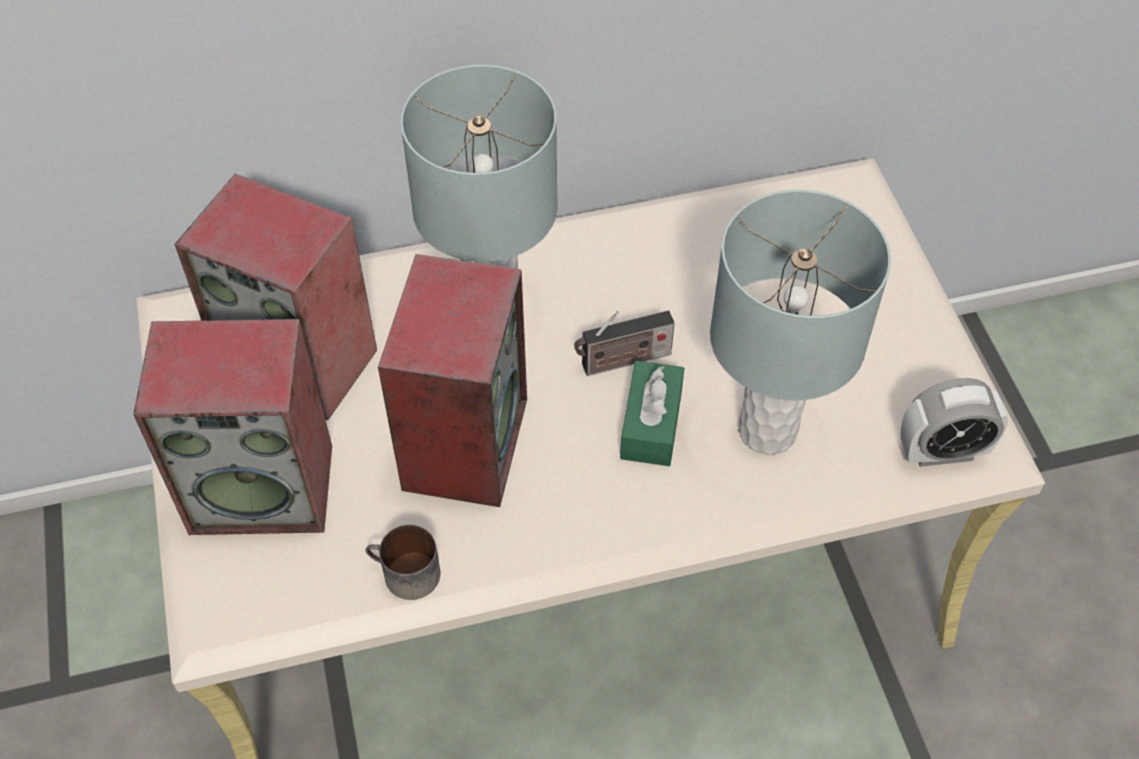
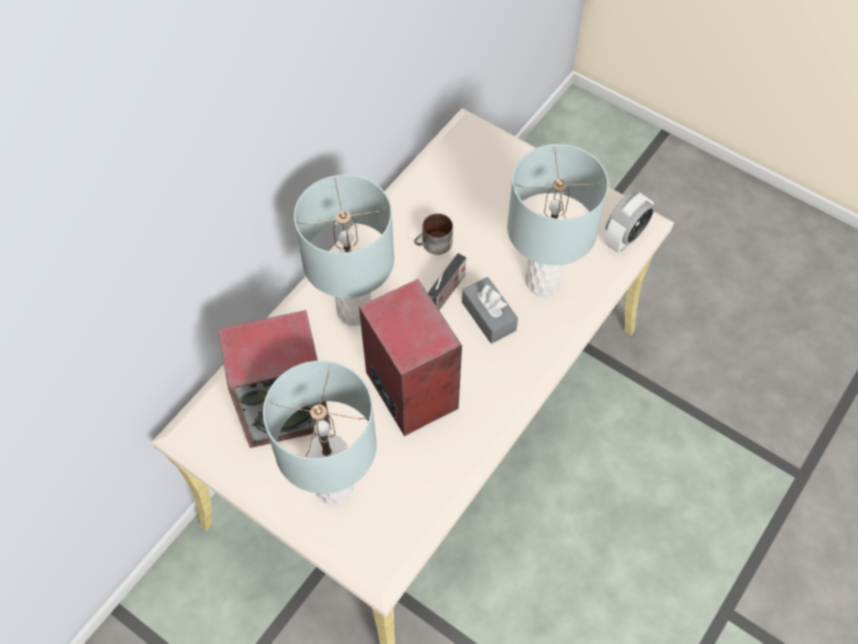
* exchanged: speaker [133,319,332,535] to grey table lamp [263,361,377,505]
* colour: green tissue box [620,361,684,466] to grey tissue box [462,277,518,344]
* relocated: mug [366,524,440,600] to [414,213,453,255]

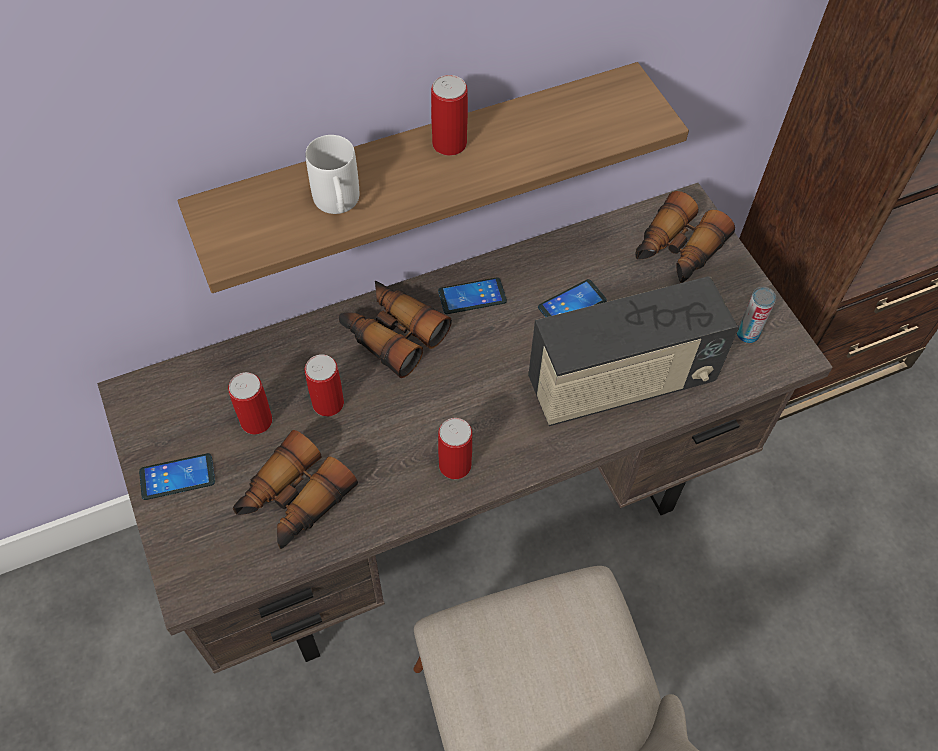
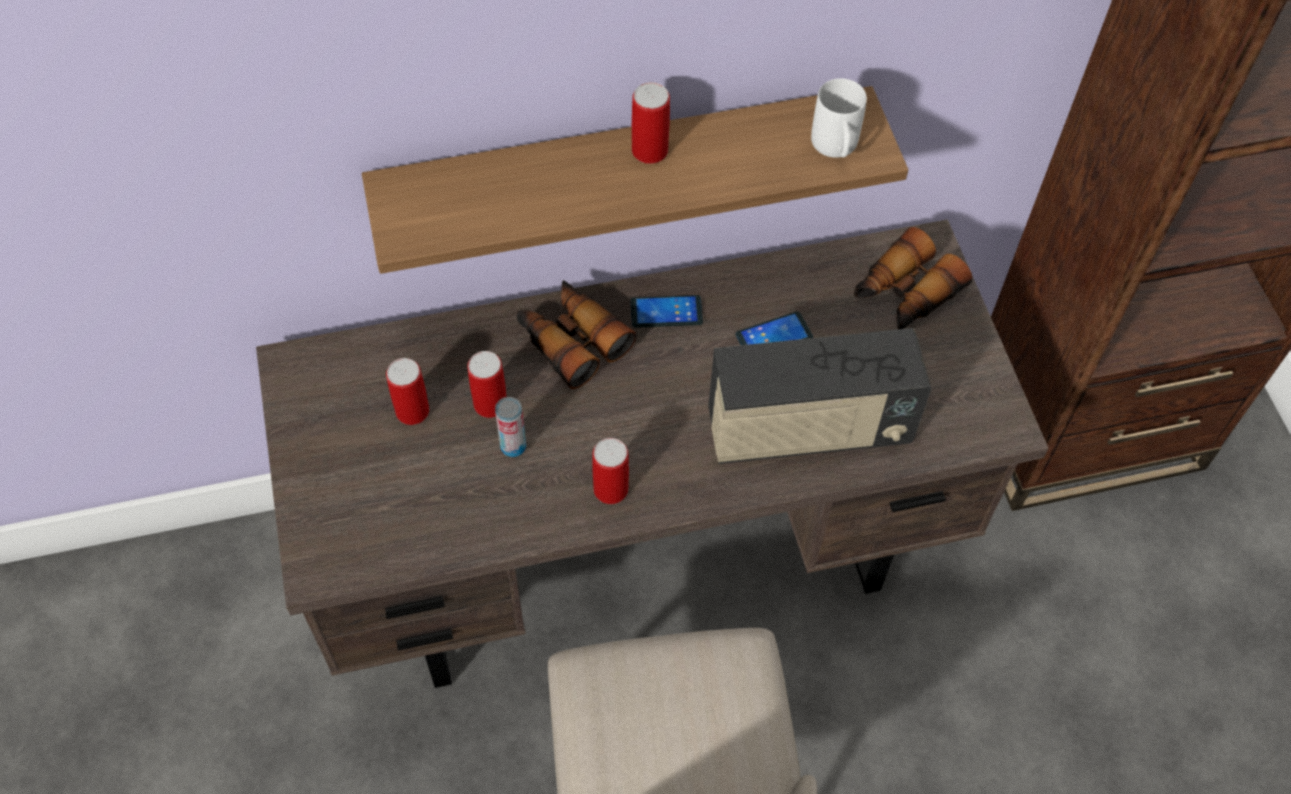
* relocated: white mug [306,135,360,214] to [811,78,867,158]
* relocated: can [737,287,776,343] to [495,397,526,457]
* missing: binoculars [233,430,358,549]
* missing: phone [139,453,215,500]

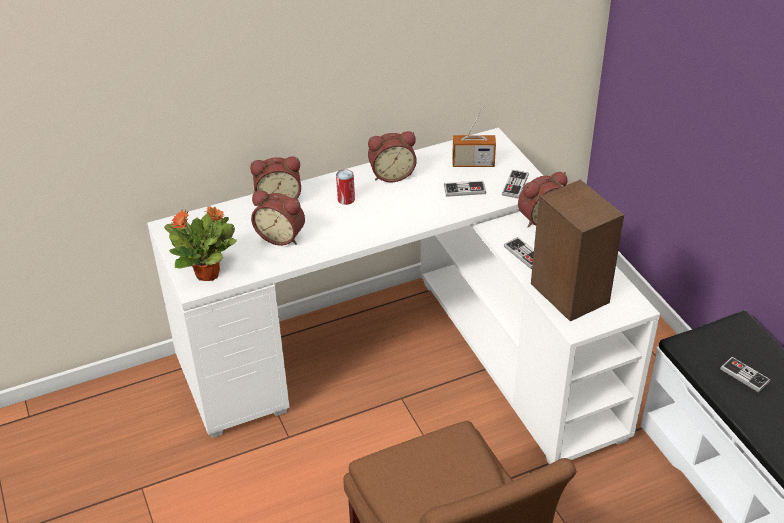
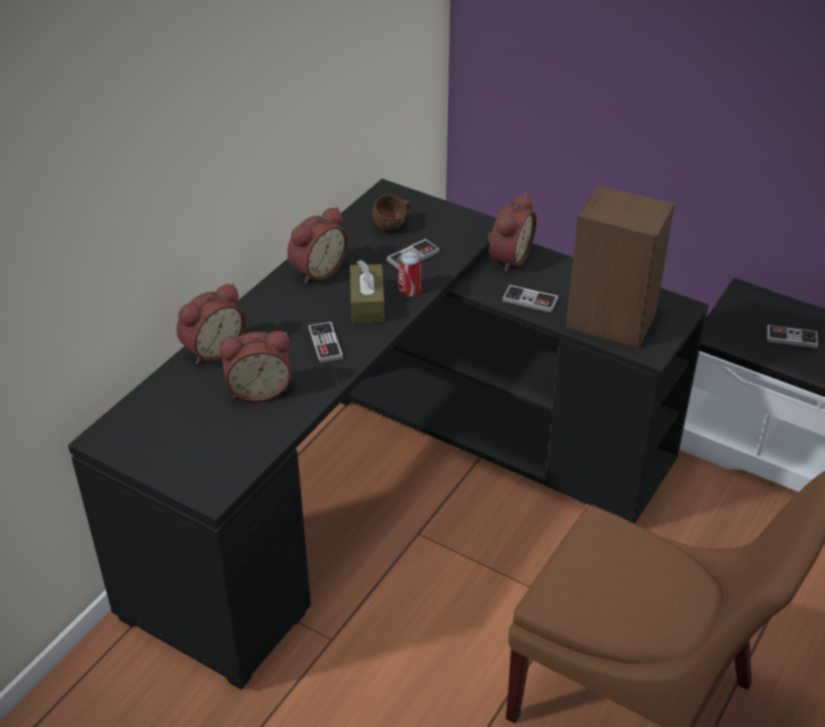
* exchanged: radio [452,107,496,167] to brown mug [372,195,410,231]
* colour: white desk [147,128,660,464] to black desk [68,179,709,689]
* relocated: can [336,169,355,205] to [398,251,421,297]
* relocated: game controller [502,170,529,199] to [308,322,343,363]
* missing: potted plant [164,206,237,281]
* appeared: brown tissue box [350,260,385,323]

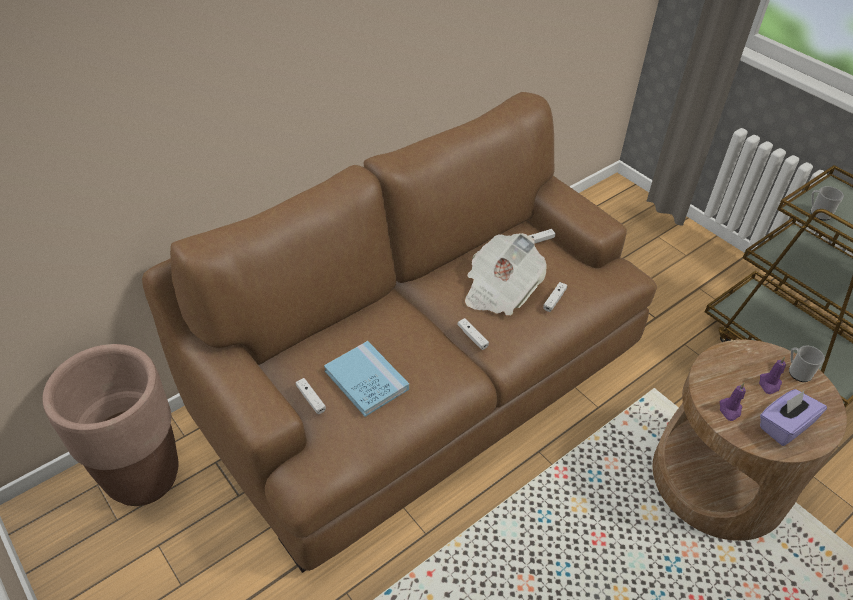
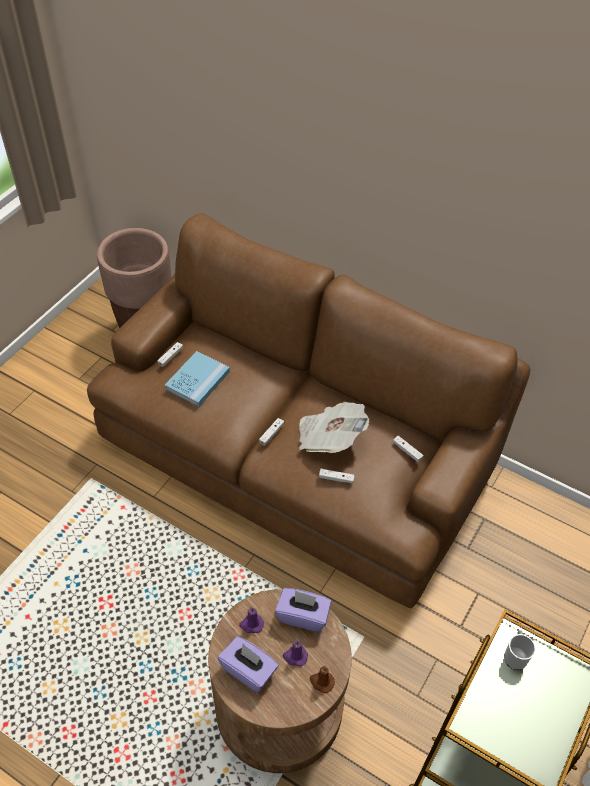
* exchanged: mug [789,346,825,382] to brown candle [310,666,335,693]
* appeared: purple tissue box [275,588,331,632]

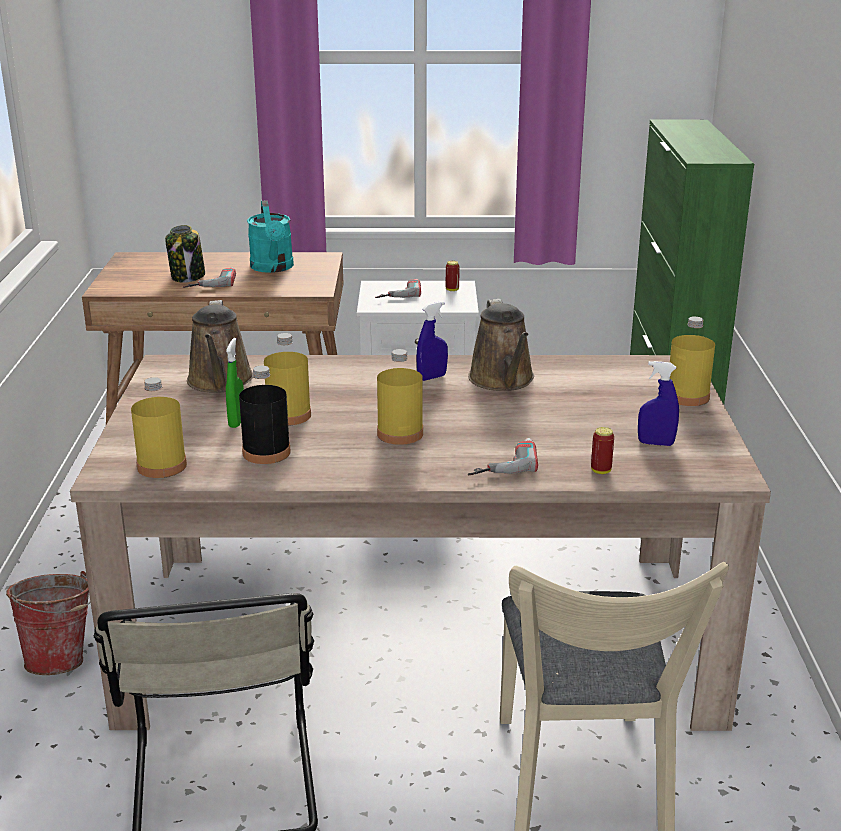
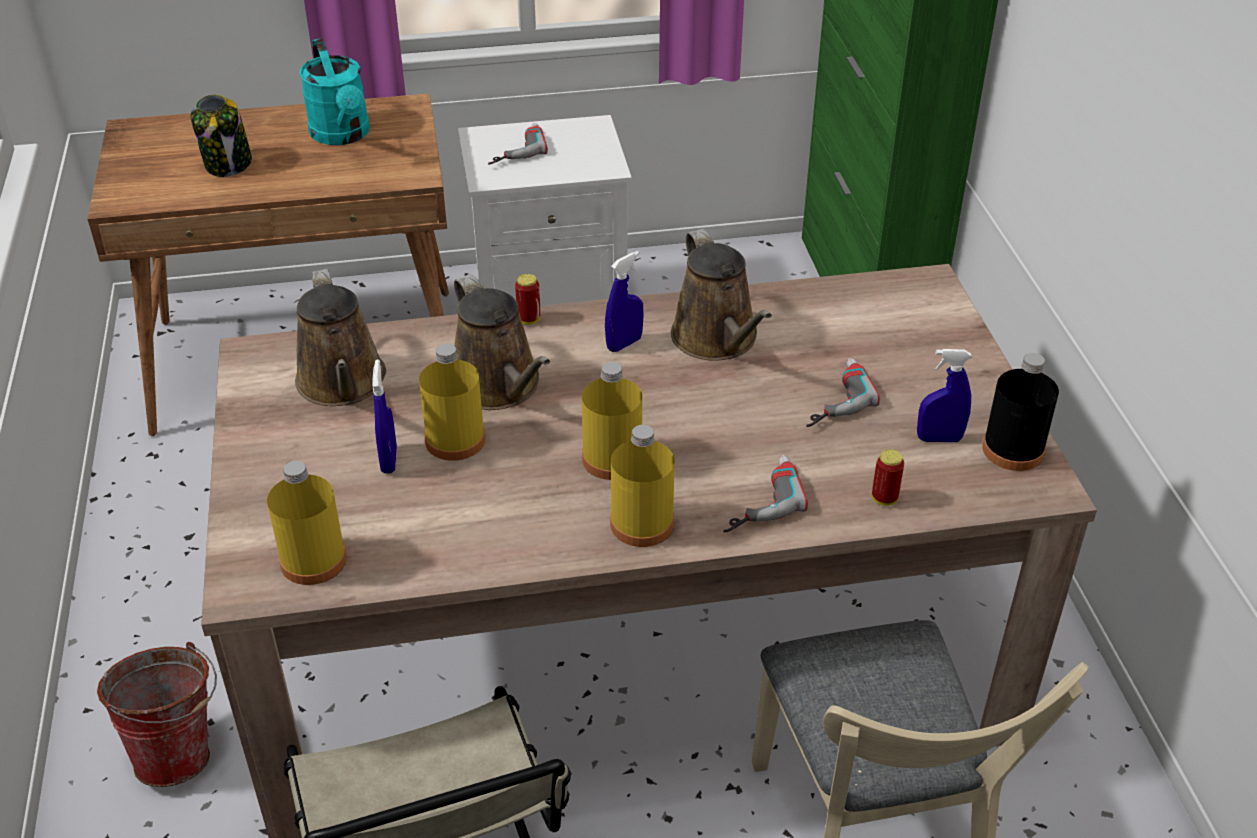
* relocated: can [446,261,460,291] to [515,274,541,325]
* relocated: power drill [183,267,236,288] to [806,358,880,427]
* relocated: yellow bottle [670,316,715,406] to [610,425,675,547]
* colour: green spray bottle [226,338,244,428] to blue spray bottle [372,360,397,474]
* relocated: black bottle [239,366,291,464] to [982,353,1059,471]
* appeared: brown watering can [454,274,550,410]

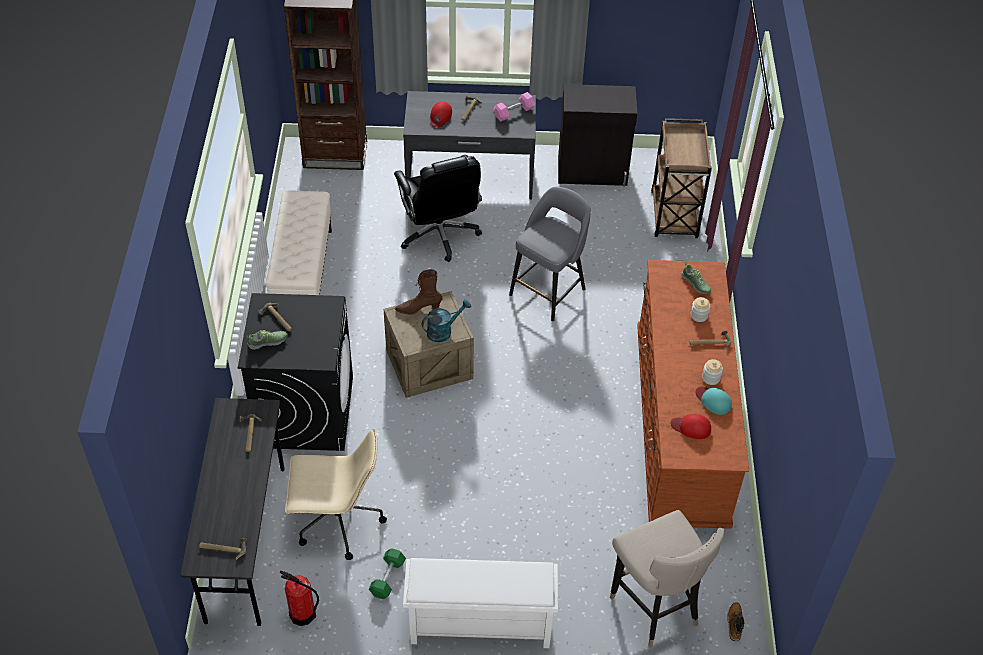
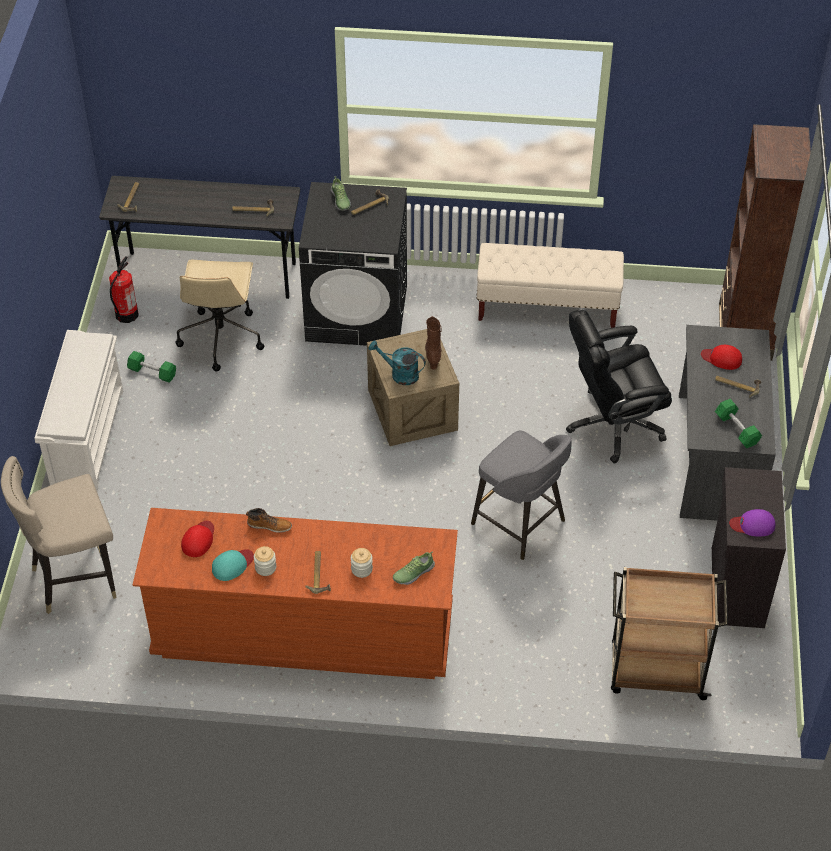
* colour: pink dumbbell [494,92,535,121] to green dumbbell [715,399,762,448]
* spun: turquoise watering can [422,299,471,342] = [369,340,426,385] 135 degrees clockwise
* relocated: boot [727,602,744,641] to [246,508,292,533]
* appeared: purple cap [729,509,775,536]

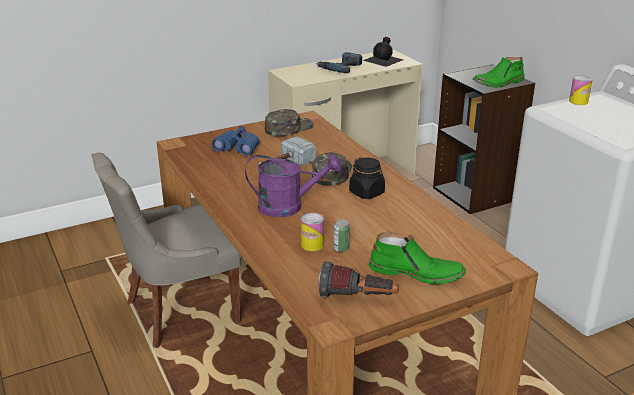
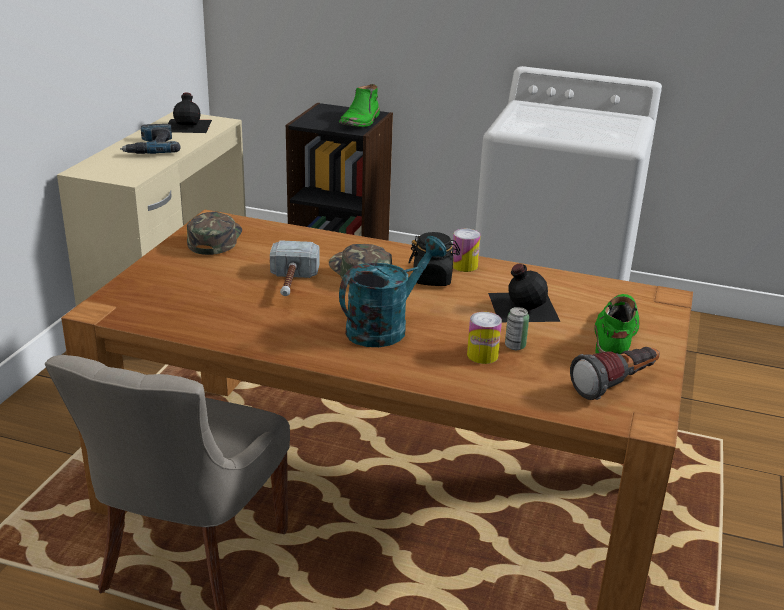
* relocated: can [569,75,593,105] to [453,229,480,272]
* missing: blue binoculars [211,126,260,156]
* colour: purple watering can [245,154,342,217] to turquoise watering can [339,236,447,347]
* spun: green boot [369,232,466,284] = [594,294,639,355] 45 degrees counterclockwise
* appeared: black bottle [488,264,560,322]

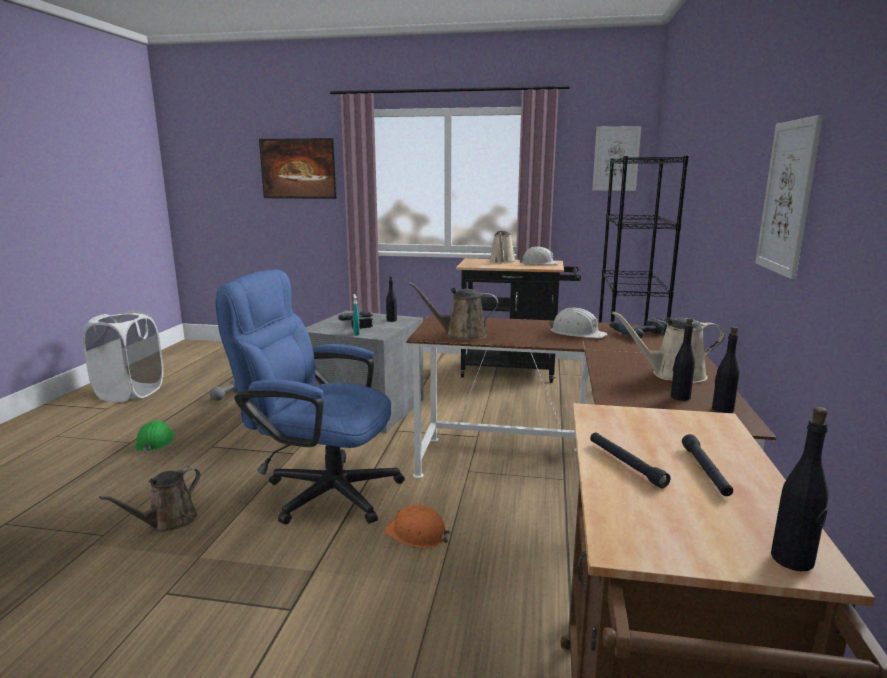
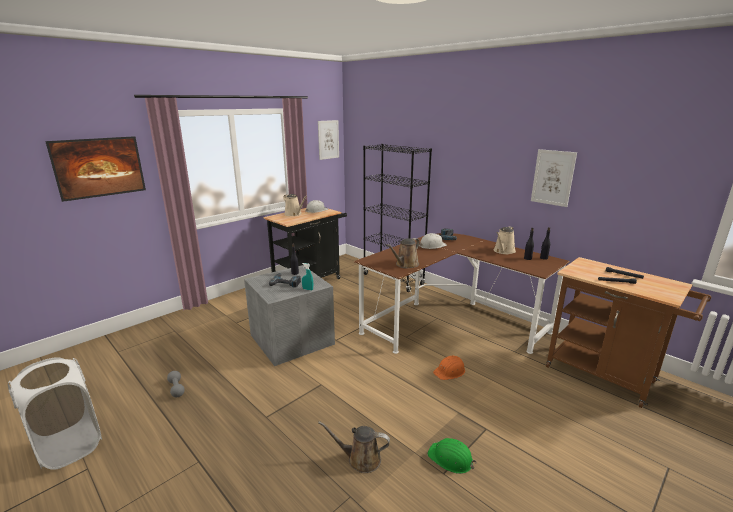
* missing: blue office chair [215,269,405,524]
* missing: black bottle [771,407,828,571]
* relocated: green hard hat [135,421,175,453] to [427,438,477,474]
* spun: brown watering can [99,467,200,532] = [318,421,390,473] 120 degrees clockwise

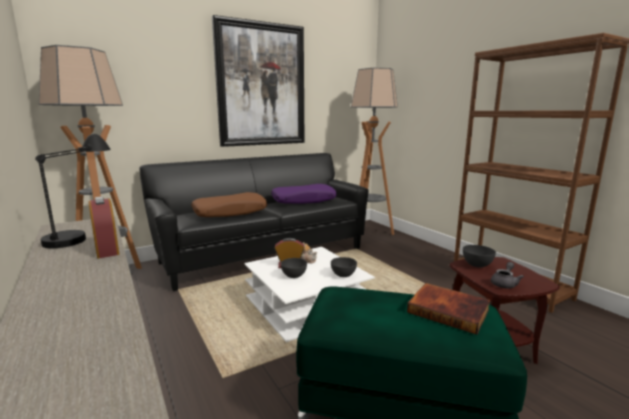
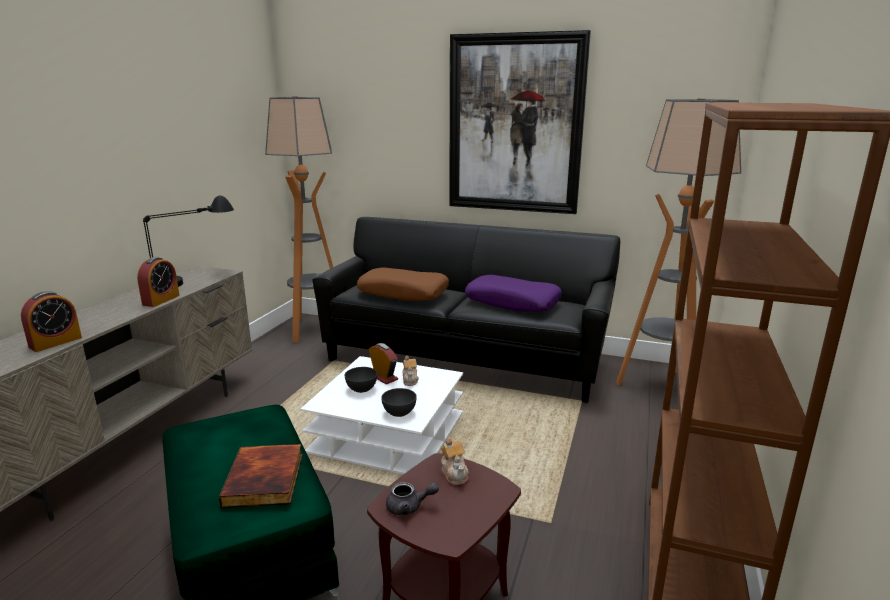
* exchanged: grey bowl [463,245,496,267] to teapot [441,438,469,485]
* appeared: alarm clock [21,291,82,352]

